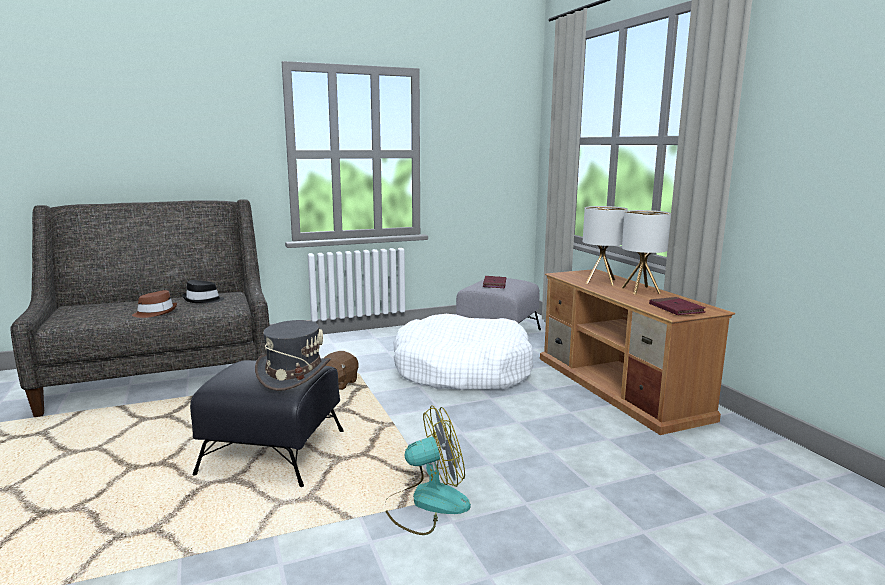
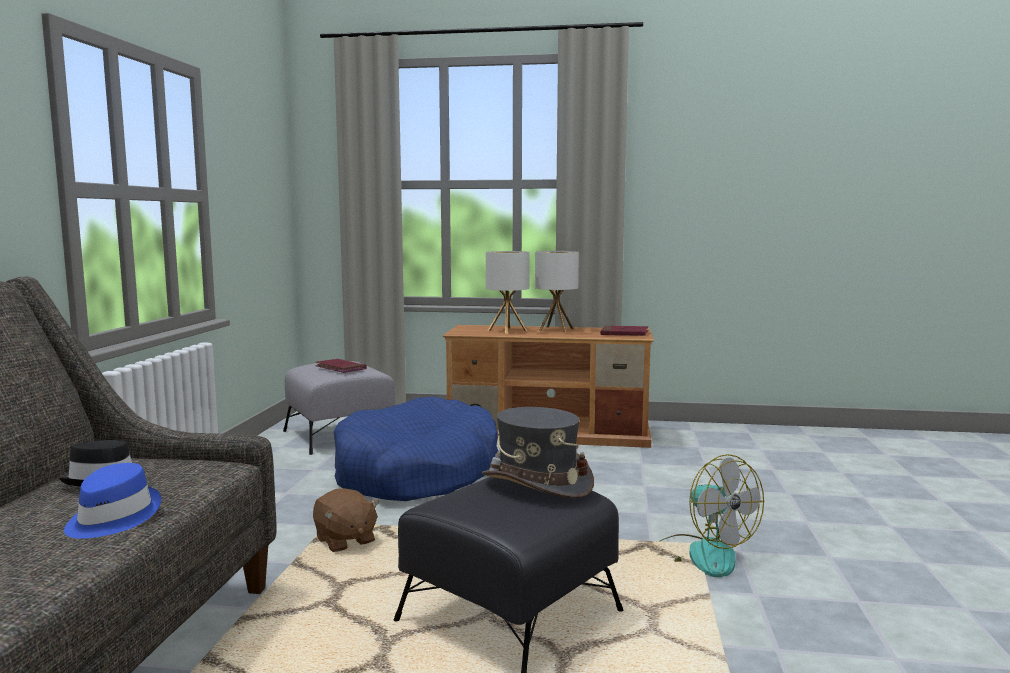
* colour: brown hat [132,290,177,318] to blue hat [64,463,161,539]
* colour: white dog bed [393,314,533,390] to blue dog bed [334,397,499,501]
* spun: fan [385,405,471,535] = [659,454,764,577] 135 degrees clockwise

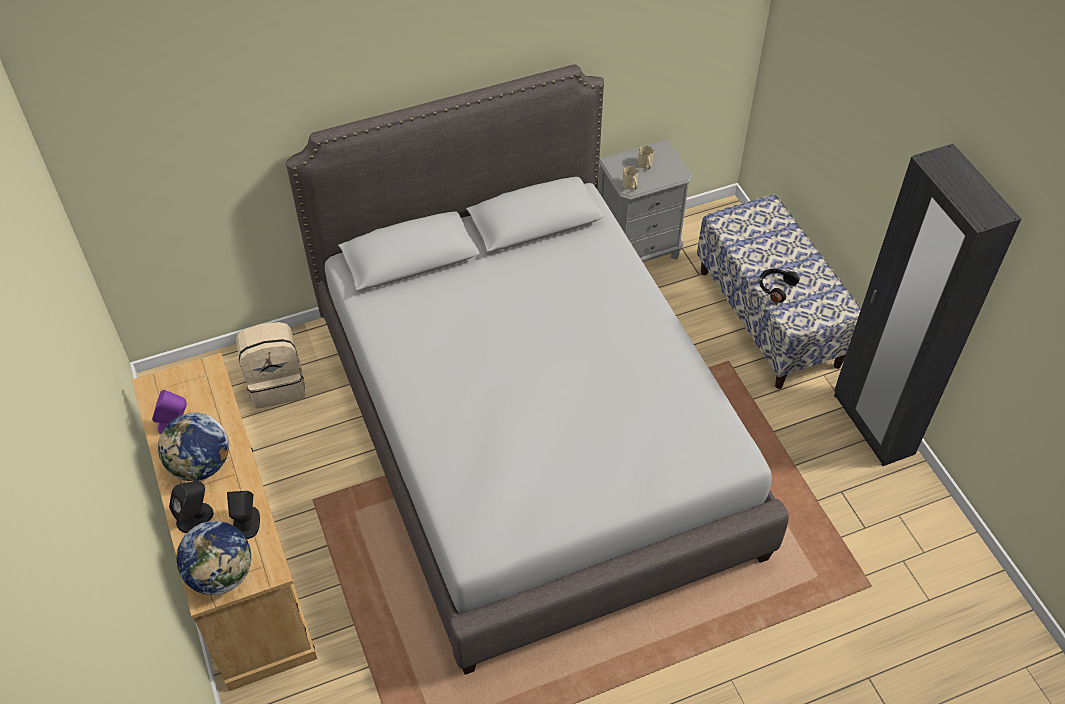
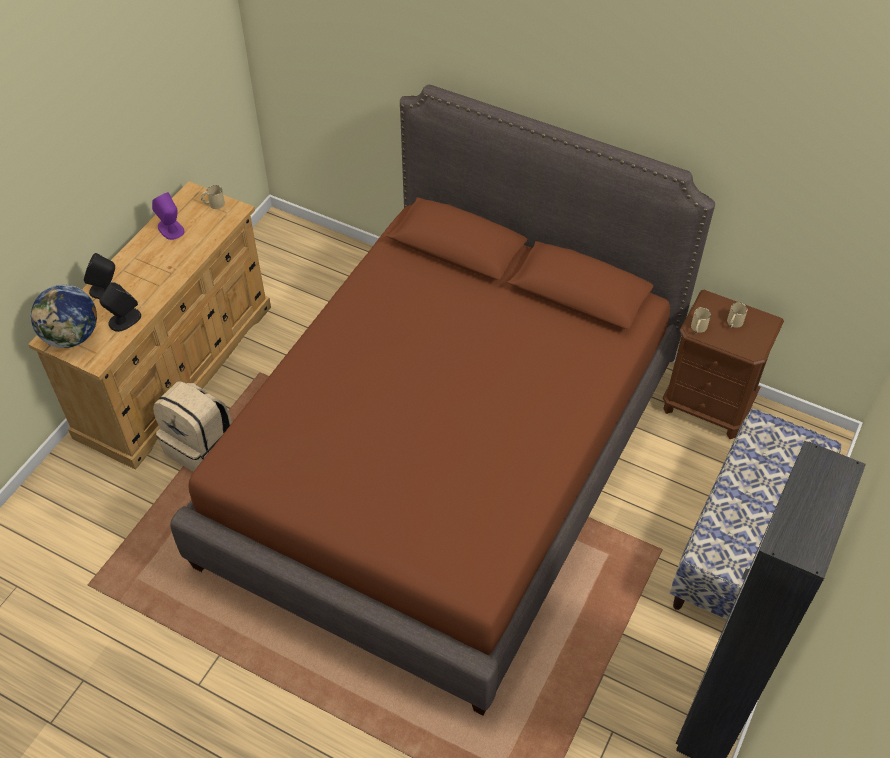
* colour: grey bed [286,65,789,675] to brown bed [170,85,715,715]
* colour: grey nightstand [598,140,693,262] to brown nightstand [663,289,784,439]
* missing: black headphones [759,269,799,303]
* relocated: beige backpack [236,322,305,409] to [153,381,232,472]
* missing: globe [158,413,229,481]
* appeared: beige mug [201,185,225,209]

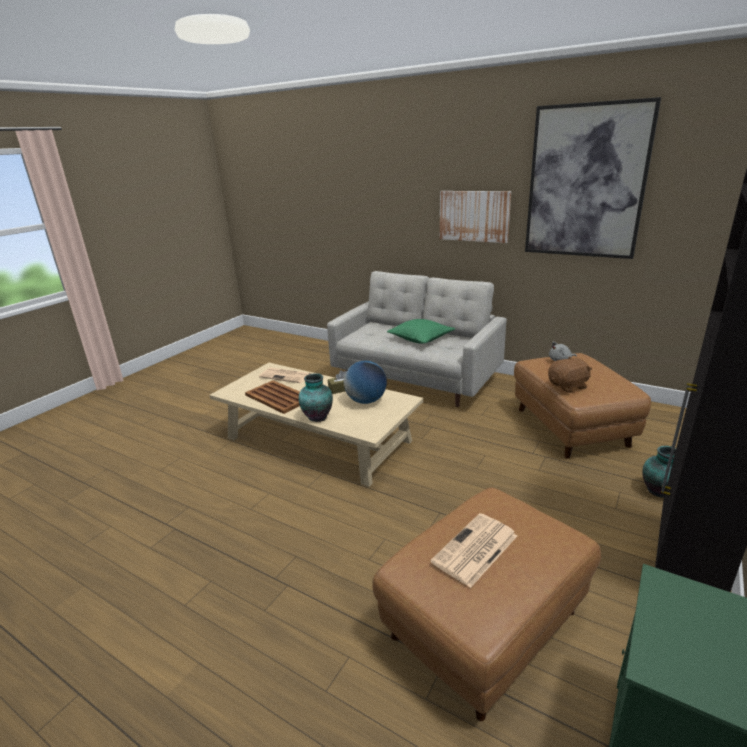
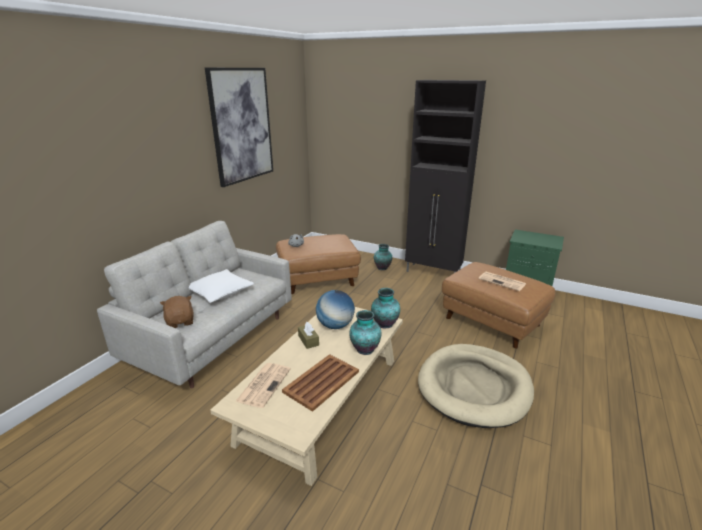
* missing: picture [440,191,511,243]
* colour: green pillow [387,319,456,344] to white pillow [189,269,254,303]
* relocated: brown plush toy [548,357,592,393] to [160,296,194,328]
* appeared: vase [371,288,400,329]
* appeared: beige dog bed [418,344,534,428]

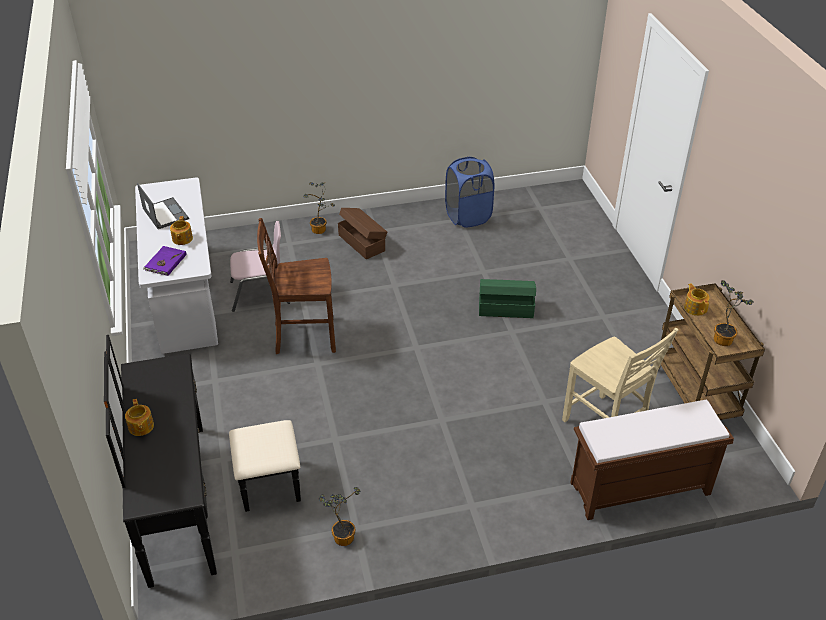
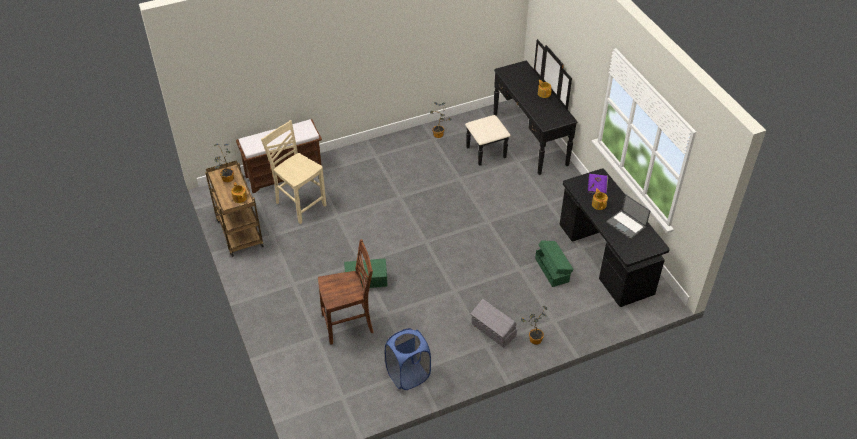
* colour: white desk [135,178,218,354] to black desk [559,169,670,307]
* colour: brown storage box [338,208,387,259] to grey storage box [471,299,517,348]
* relocated: brown chair [257,218,336,354] to [318,239,374,345]
* exchanged: pink chair [230,221,290,312] to green storage box [535,240,574,287]

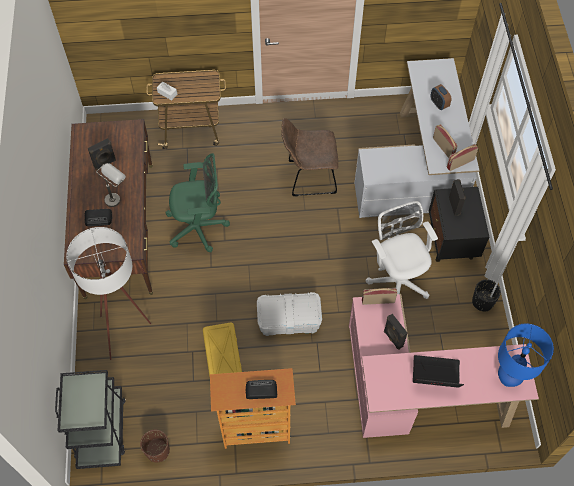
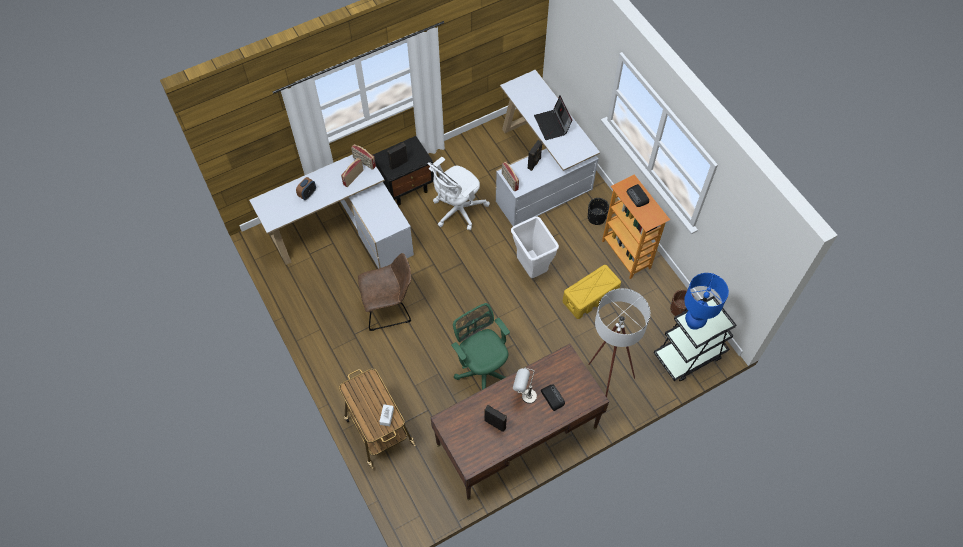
* spun: brown chair [281,118,338,196] = [358,253,411,331] 75 degrees counterclockwise
* relocated: black planter [472,279,501,312] to [588,198,609,225]
* exchanged: white storage box [257,292,322,336] to white trash can [511,216,559,278]
* colour: pink desk [349,294,539,438] to white desk [495,70,600,226]
* relocated: blue table lamp [498,323,554,387] to [684,273,729,330]

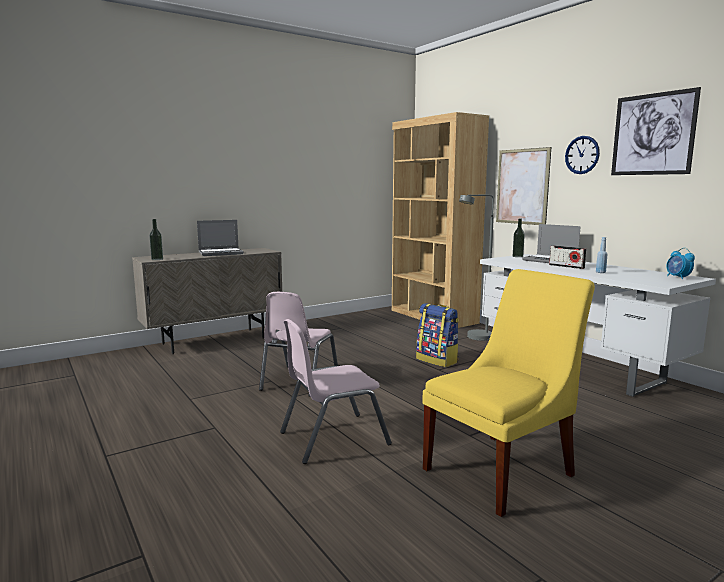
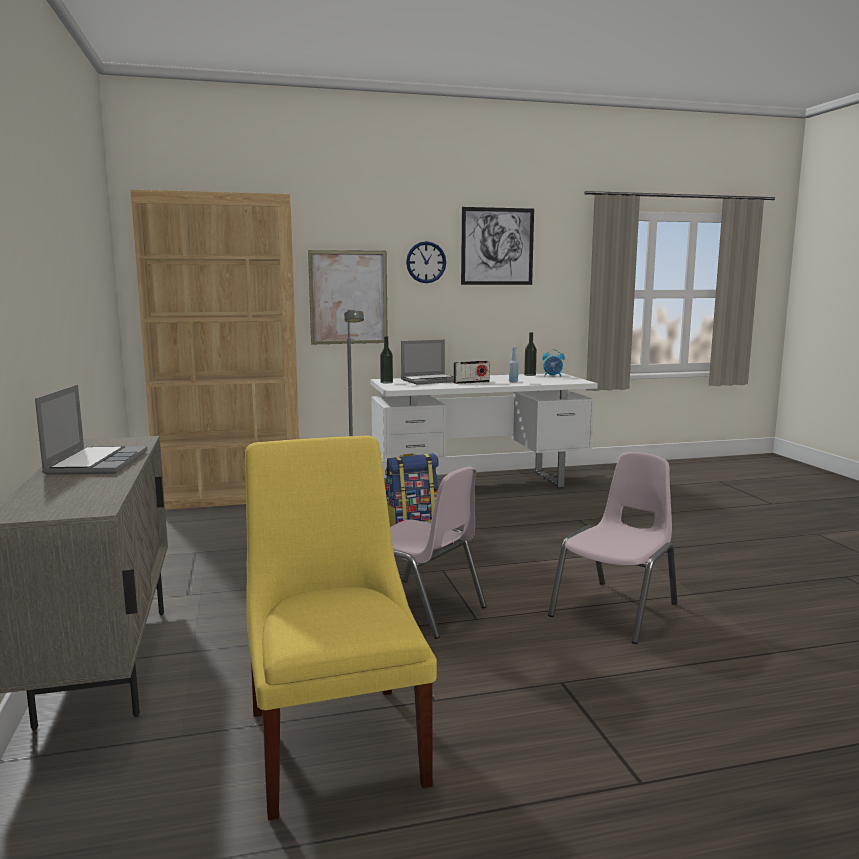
* relocated: bottle [150,219,163,260] to [524,332,537,376]
* relocated: yellow chair [422,269,595,517] to [245,436,437,820]
* spun: pink chair [280,319,392,464] = [548,452,677,644] 135 degrees counterclockwise

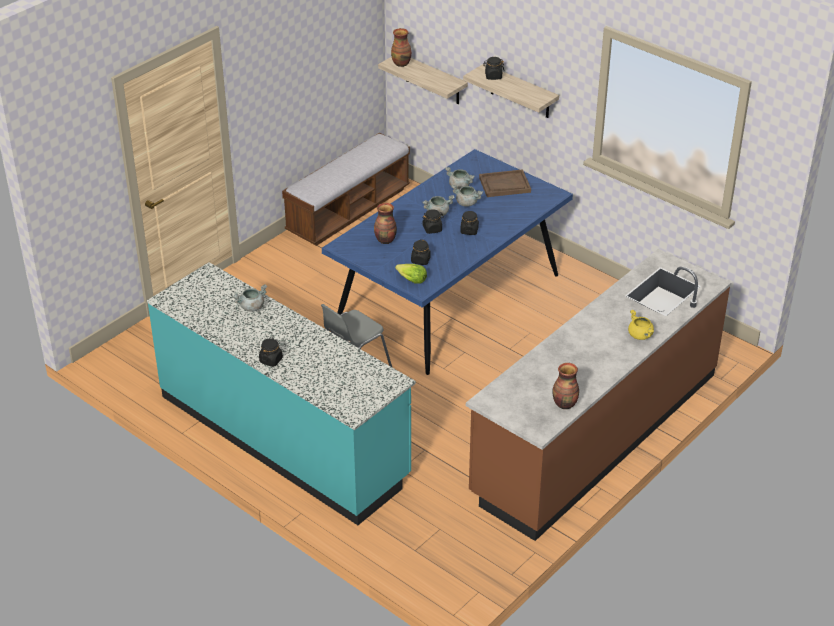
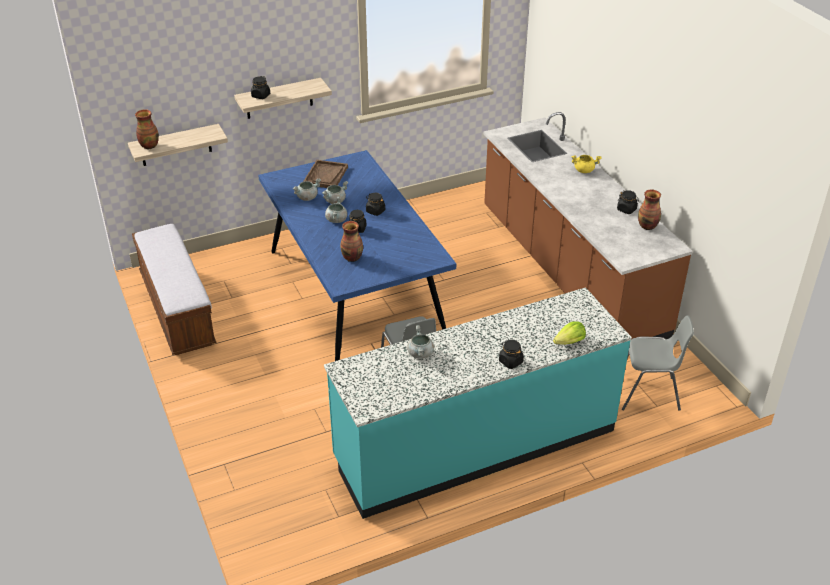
* relocated: black jar [411,239,431,265] to [617,190,639,214]
* relocated: lettuce [395,264,427,284] to [553,321,586,345]
* appeared: grey chair [622,315,694,411]

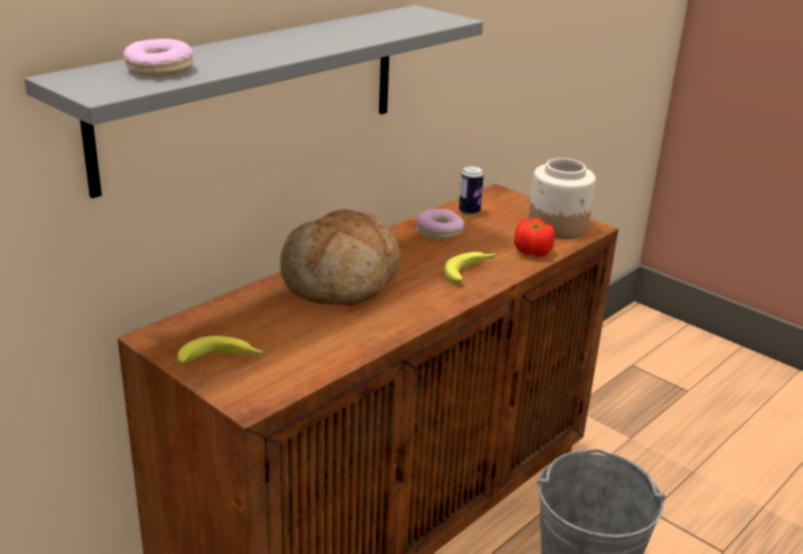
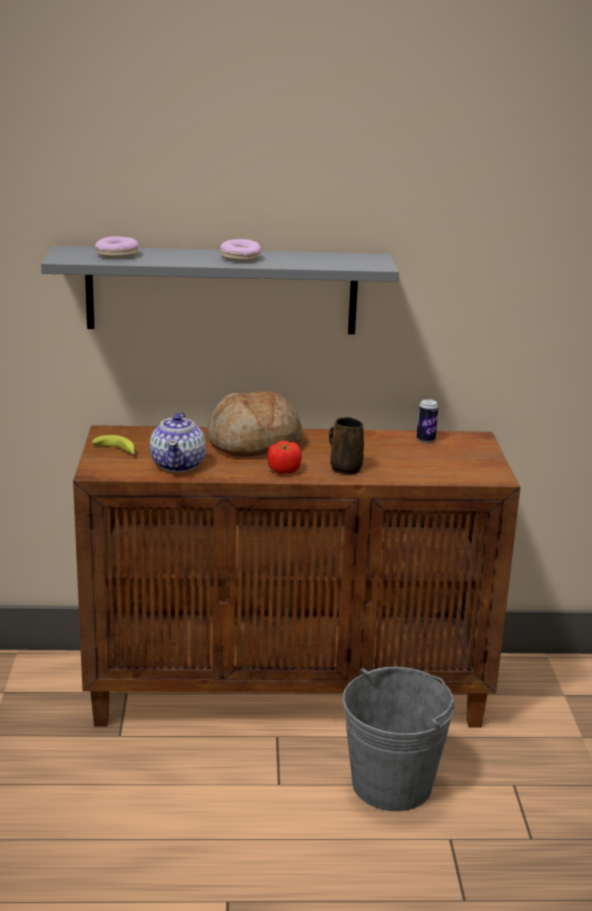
* missing: jar [529,158,596,239]
* relocated: donut [416,209,464,239] to [220,239,261,261]
* relocated: tomato [514,218,555,257] to [267,441,302,474]
* exchanged: banana [444,252,496,283] to brown mug [329,417,364,474]
* appeared: teapot [150,412,206,472]

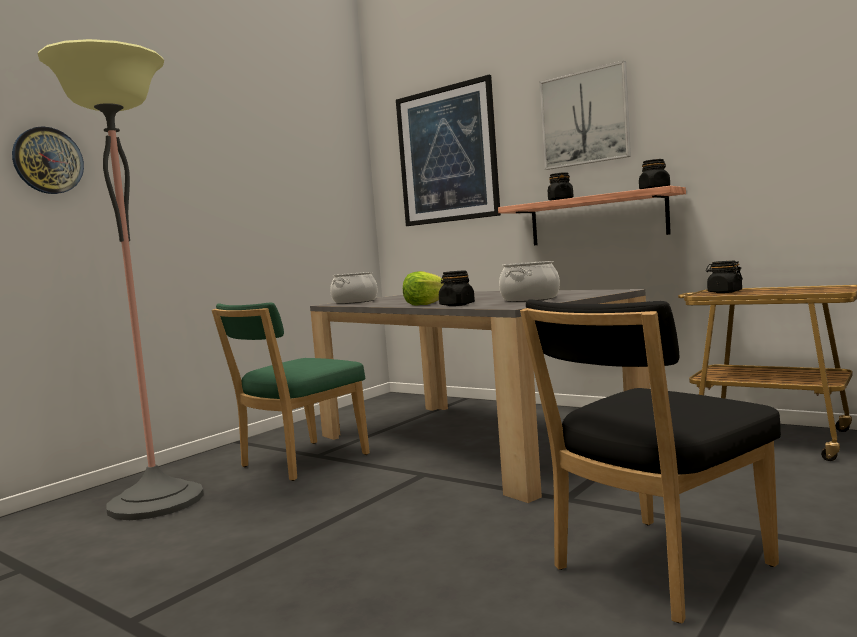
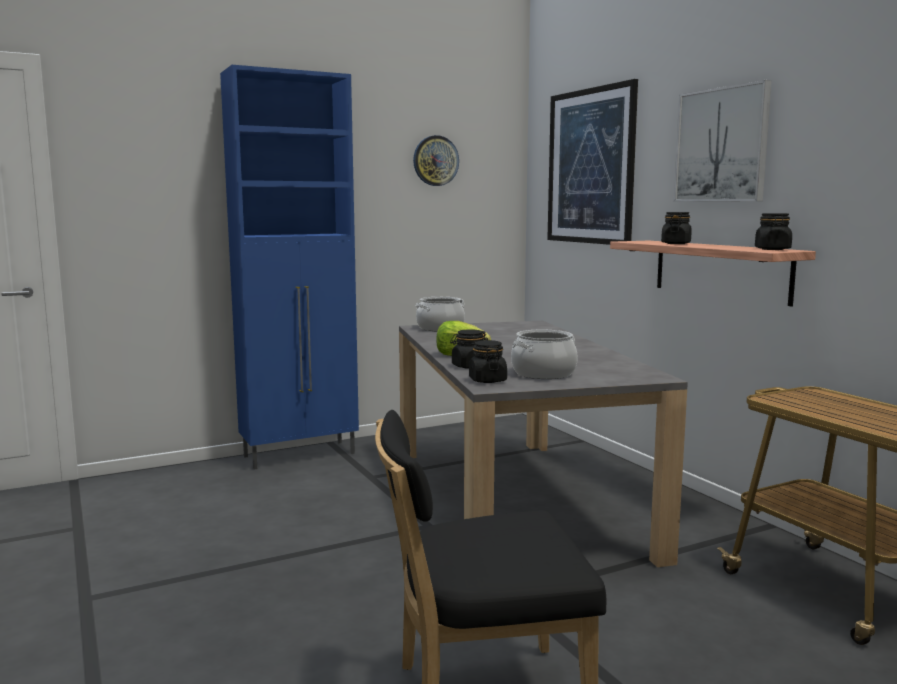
* missing: floor lamp [37,39,204,520]
* relocated: wall clock [12,126,84,194] to [413,135,459,186]
* relocated: black jar [706,261,743,293] to [469,340,507,383]
* missing: green chair [211,303,370,481]
* appeared: blue cabinet [220,65,359,470]

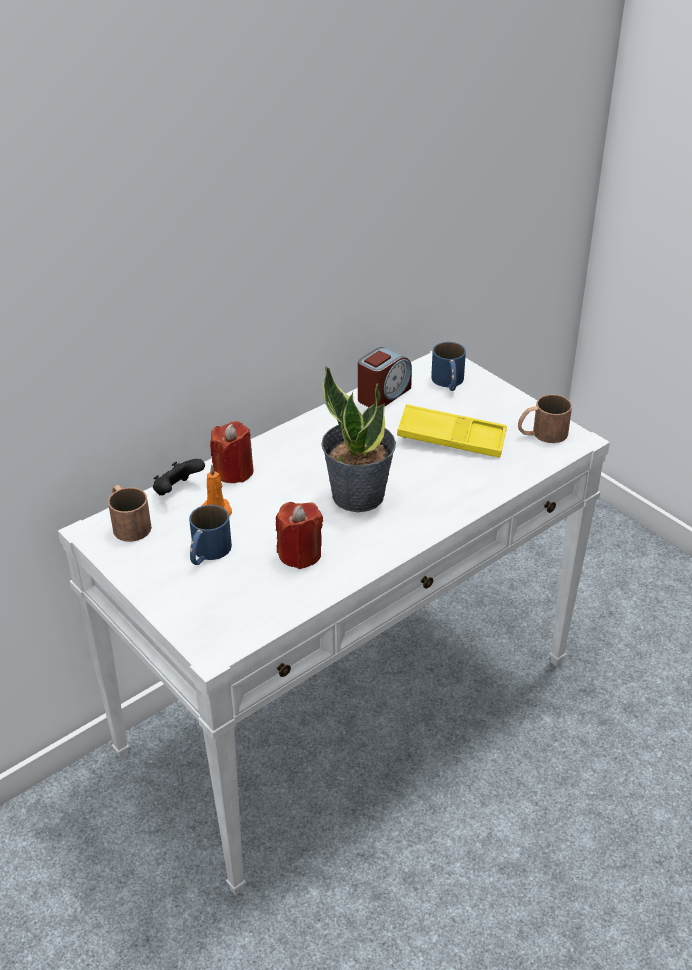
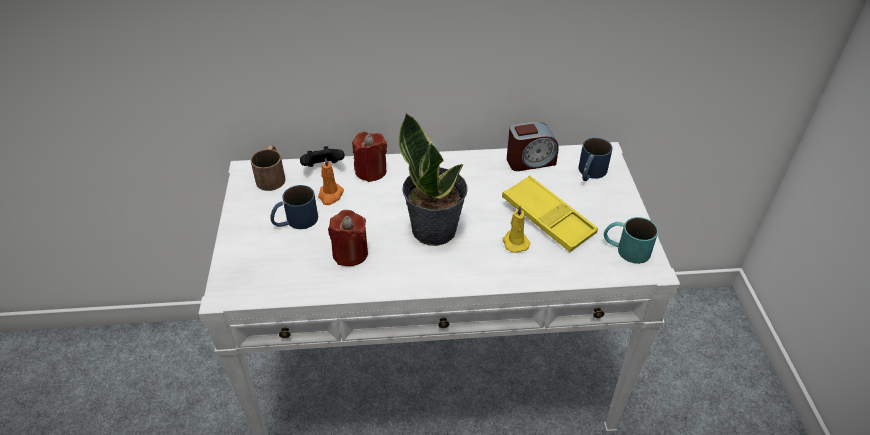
* colour: brown mug [518,394,572,443] to turquoise mug [604,217,658,264]
* appeared: yellow candle [503,206,531,253]

